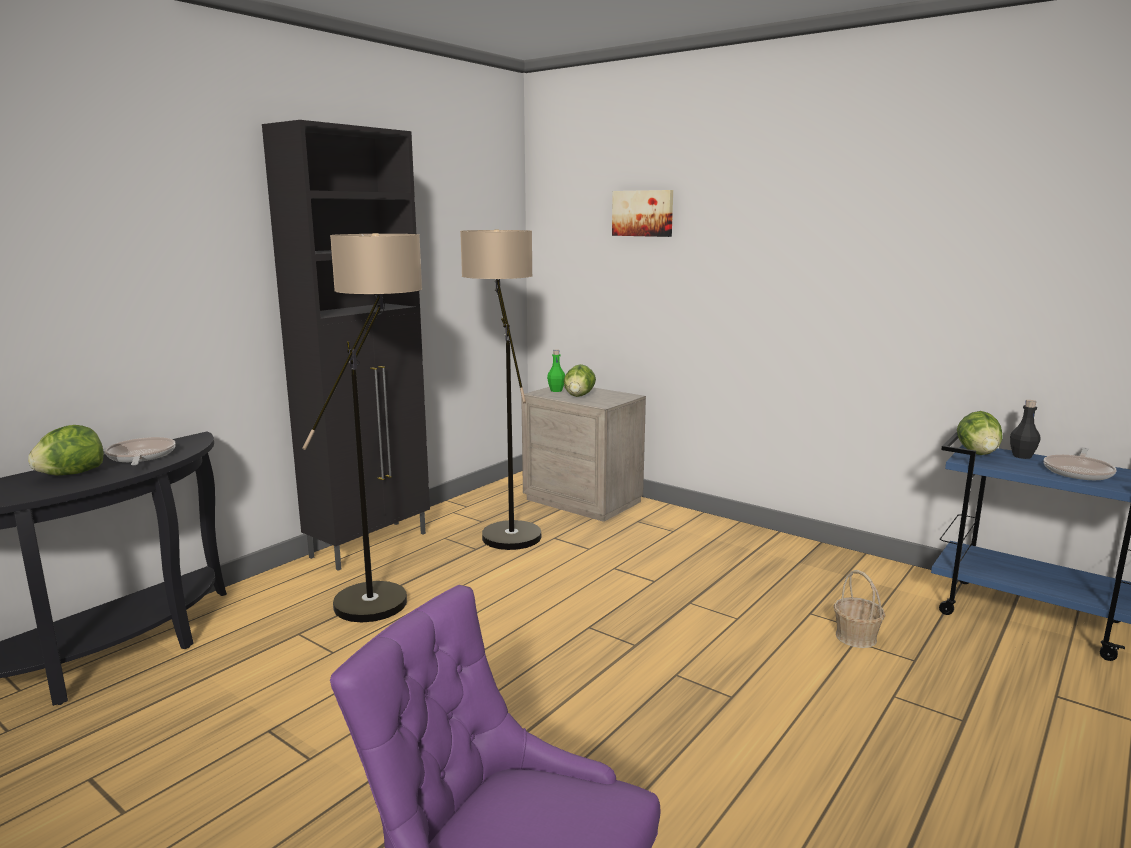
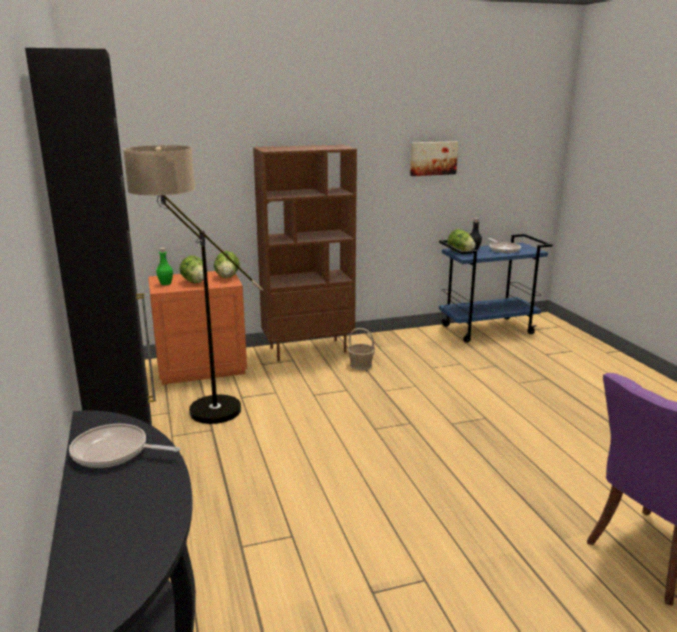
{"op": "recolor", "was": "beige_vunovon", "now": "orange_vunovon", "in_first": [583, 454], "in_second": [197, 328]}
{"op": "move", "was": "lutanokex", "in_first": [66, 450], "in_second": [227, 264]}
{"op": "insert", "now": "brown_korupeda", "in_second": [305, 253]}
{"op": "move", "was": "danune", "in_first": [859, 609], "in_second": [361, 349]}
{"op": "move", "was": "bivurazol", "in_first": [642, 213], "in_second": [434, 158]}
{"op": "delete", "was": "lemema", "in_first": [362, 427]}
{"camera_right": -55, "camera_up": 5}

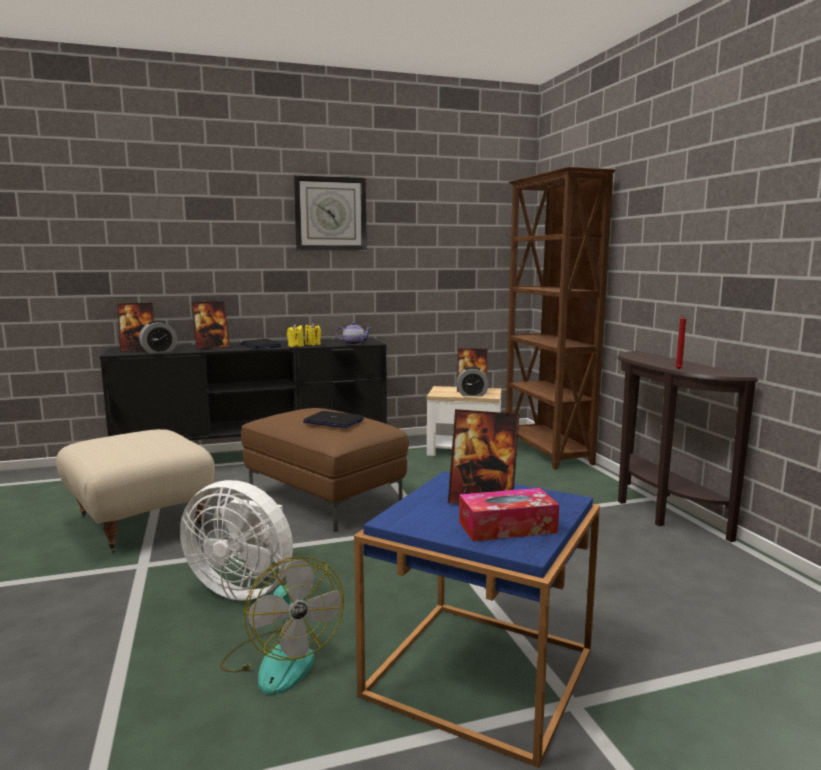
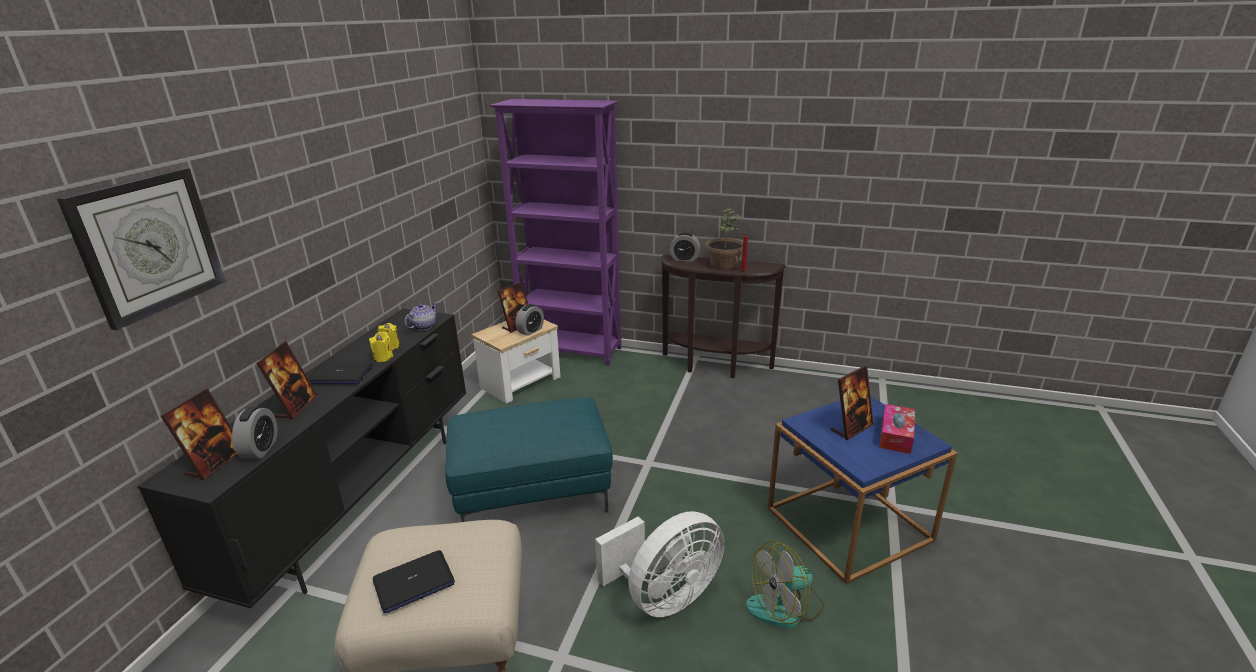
{"op": "move", "was": "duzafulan", "in_first": [330, 212], "in_second": [141, 249]}
{"op": "move", "was": "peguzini", "in_first": [333, 419], "in_second": [414, 581]}
{"op": "recolor", "was": "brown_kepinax", "now": "turquoise_kepinax", "in_first": [325, 470], "in_second": [529, 459]}
{"op": "recolor", "was": "brown_korupeda", "now": "purple_korupeda", "in_first": [561, 318], "in_second": [555, 232]}
{"op": "insert", "now": "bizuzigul", "in_second": [685, 247]}
{"op": "insert", "now": "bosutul", "in_second": [724, 238]}
{"op": "rotate", "was": "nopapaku", "in_first": [282, 625], "in_second": [785, 584], "clockwise": 150}
{"camera_right": -55, "camera_up": 15}

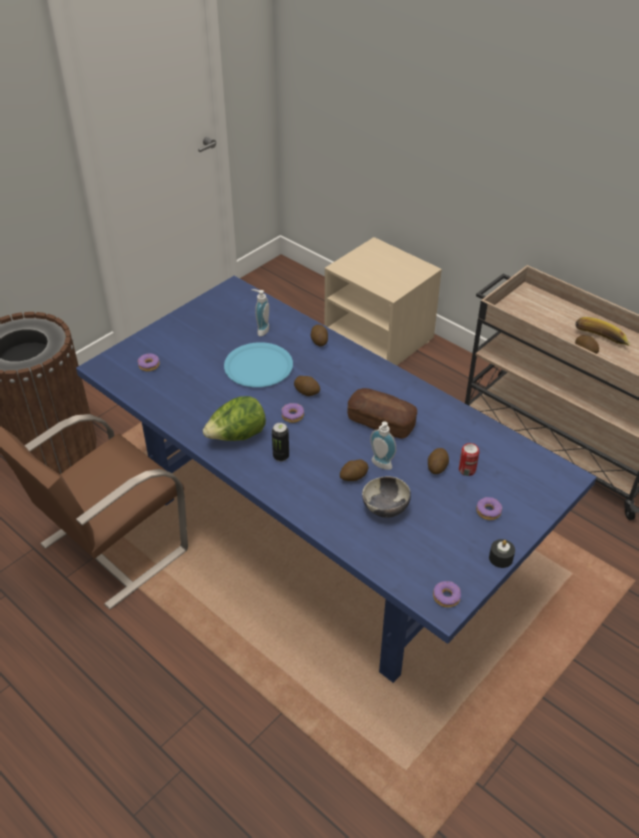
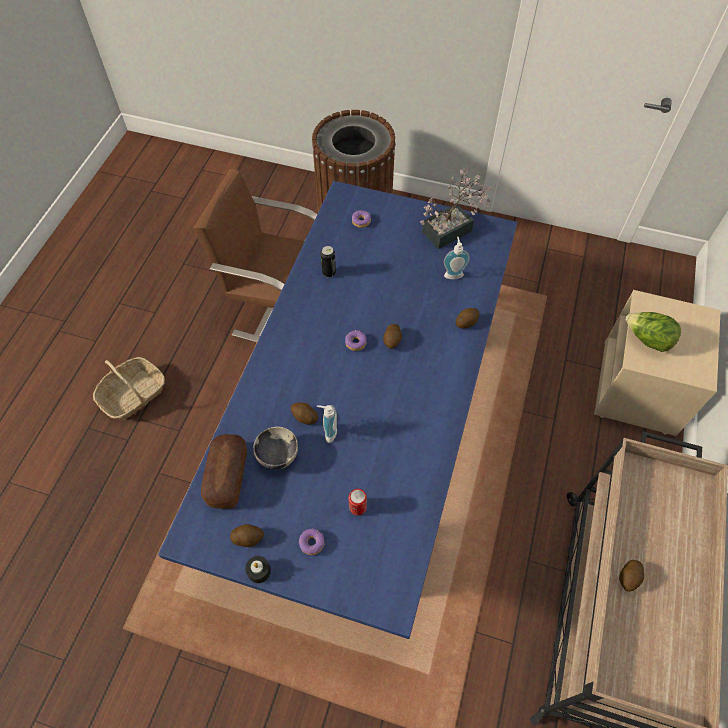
{"op": "insert", "now": "danune", "in_second": [129, 388]}
{"op": "move", "was": "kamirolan", "in_first": [382, 413], "in_second": [224, 471]}
{"op": "move", "was": "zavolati", "in_first": [438, 461], "in_second": [247, 535]}
{"op": "move", "was": "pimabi", "in_first": [280, 442], "in_second": [328, 262]}
{"op": "insert", "now": "bosutul", "in_second": [456, 208]}
{"op": "move", "was": "lutanokex", "in_first": [234, 418], "in_second": [653, 332]}
{"op": "delete", "was": "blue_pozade", "in_first": [258, 364]}
{"op": "delete", "was": "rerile", "in_first": [447, 594]}
{"op": "delete", "was": "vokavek", "in_first": [603, 331]}
{"camera_right": 65, "camera_up": 15}

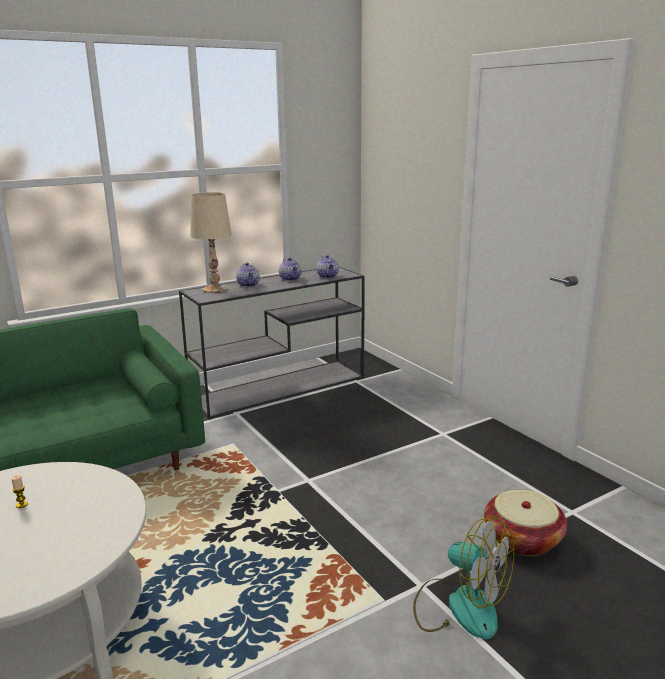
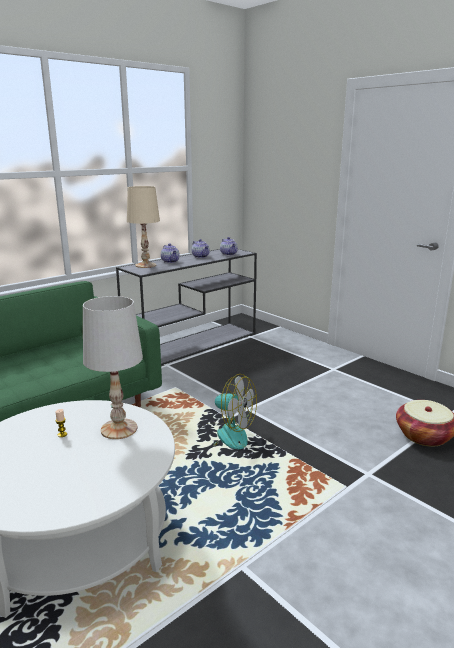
{"op": "insert", "now": "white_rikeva", "in_second": [113, 367]}
{"op": "move", "was": "nopapaku", "in_first": [463, 577], "in_second": [232, 411]}
{"camera_right": -10, "camera_up": 0}

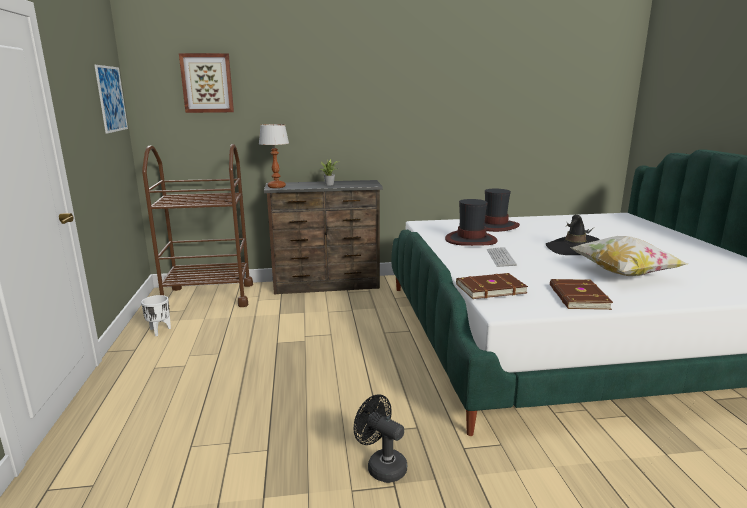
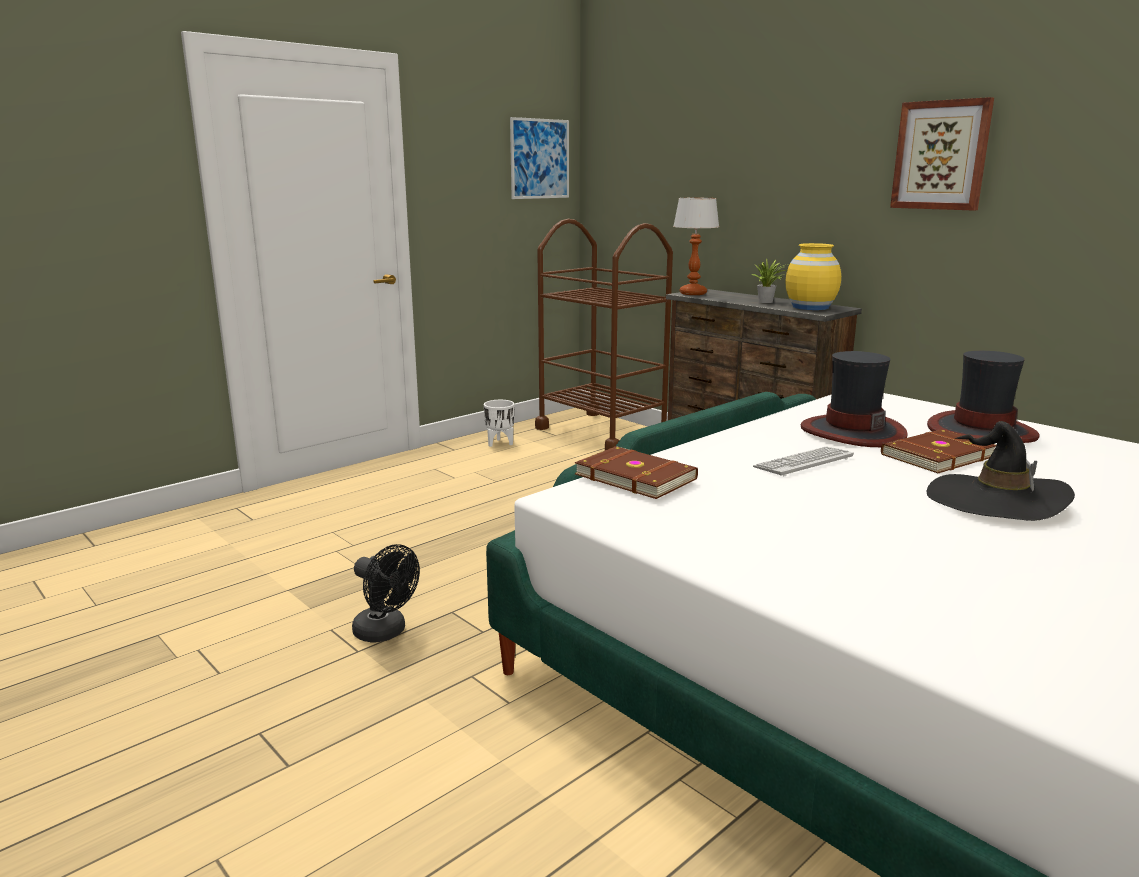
{"op": "rotate", "was": "black_nopapaku", "in_first": [380, 438], "in_second": [386, 593], "clockwise": 120}
{"op": "insert", "now": "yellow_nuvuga", "in_second": [813, 276]}
{"op": "move", "was": "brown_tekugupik", "in_first": [581, 294], "in_second": [938, 451]}
{"op": "move", "was": "bivurazol", "in_first": [206, 83], "in_second": [942, 154]}
{"op": "delete", "was": "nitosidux", "in_first": [629, 256]}
{"camera_right": 55, "camera_up": 0}

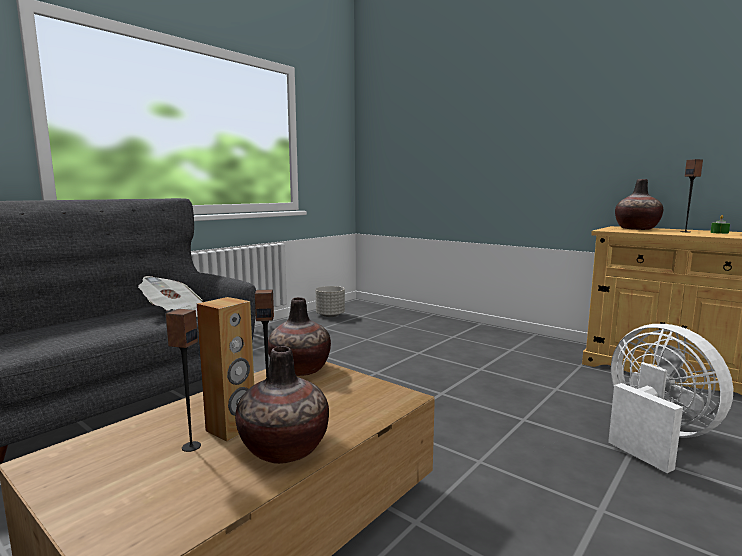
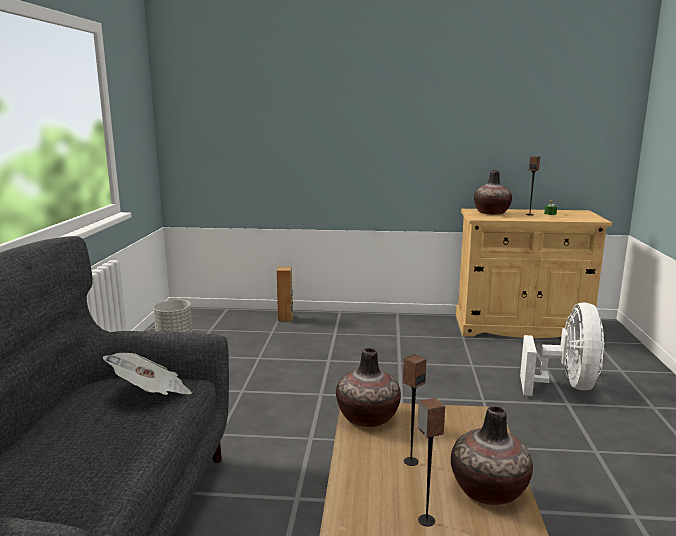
{"op": "move", "was": "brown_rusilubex", "in_first": [225, 369], "in_second": [285, 294]}
{"op": "rotate", "was": "white_nopapaku", "in_first": [670, 398], "in_second": [562, 349], "clockwise": 75}
{"camera_right": -35, "camera_up": 5}

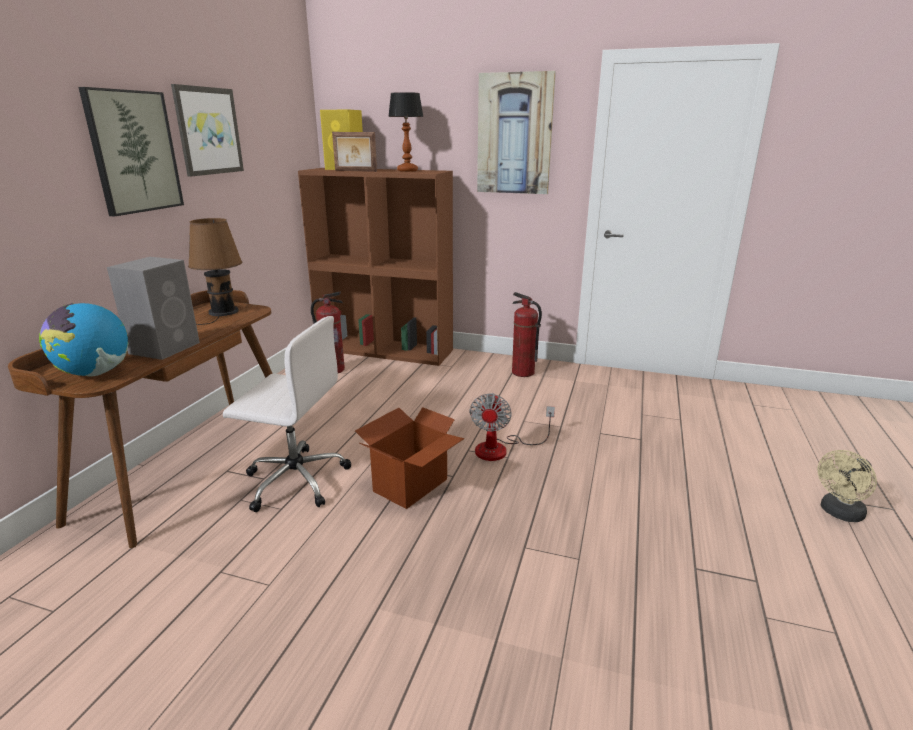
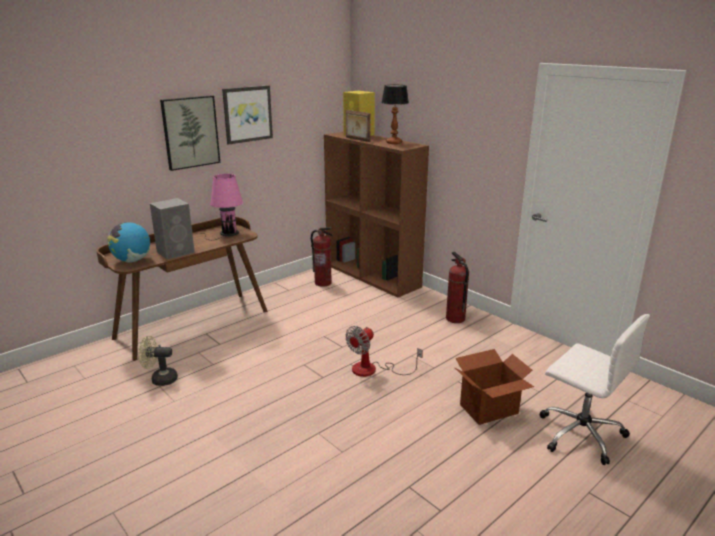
{"op": "move", "was": "beige_nopapaku", "in_first": [847, 486], "in_second": [158, 361]}
{"op": "recolor", "was": "brown_rikeva", "now": "pink_rikeva", "in_first": [215, 271], "in_second": [221, 207]}
{"op": "move", "was": "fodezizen", "in_first": [409, 458], "in_second": [494, 387]}
{"op": "move", "was": "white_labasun", "in_first": [287, 414], "in_second": [595, 389]}
{"op": "delete", "was": "bivurazol", "in_first": [516, 132]}
{"camera_right": 30, "camera_up": 0}

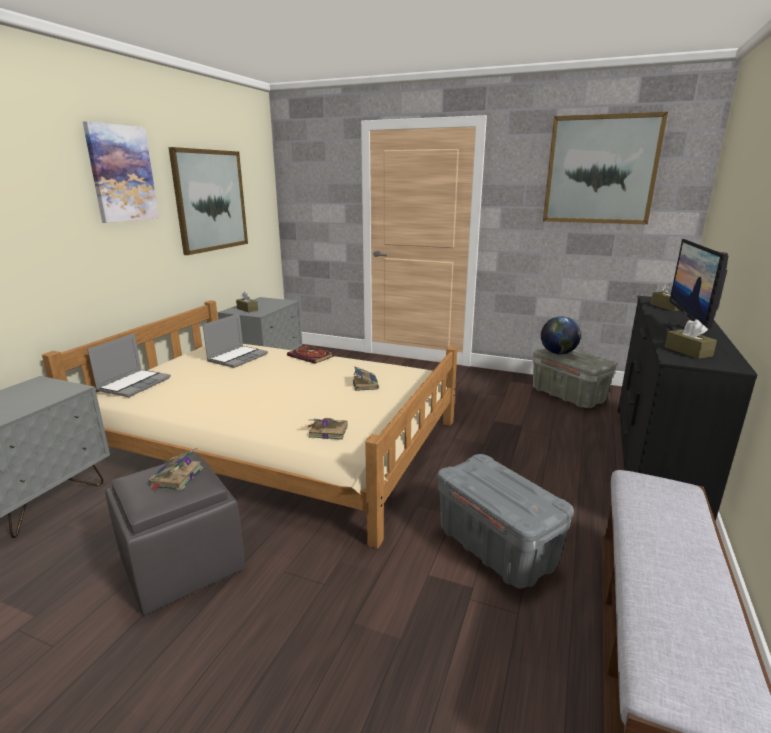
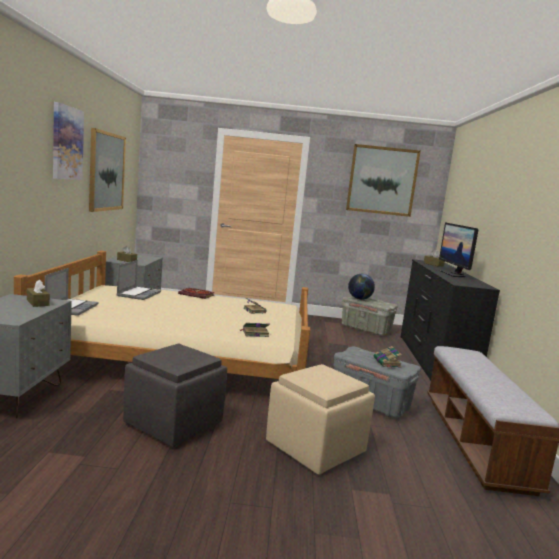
{"op": "move", "was": "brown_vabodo", "in_first": [691, 339], "in_second": [38, 293]}
{"op": "insert", "now": "beige_kepinax", "in_second": [320, 419]}
{"op": "move", "was": "tekugupik", "in_first": [175, 469], "in_second": [388, 357]}
{"camera_right": -20, "camera_up": -10}

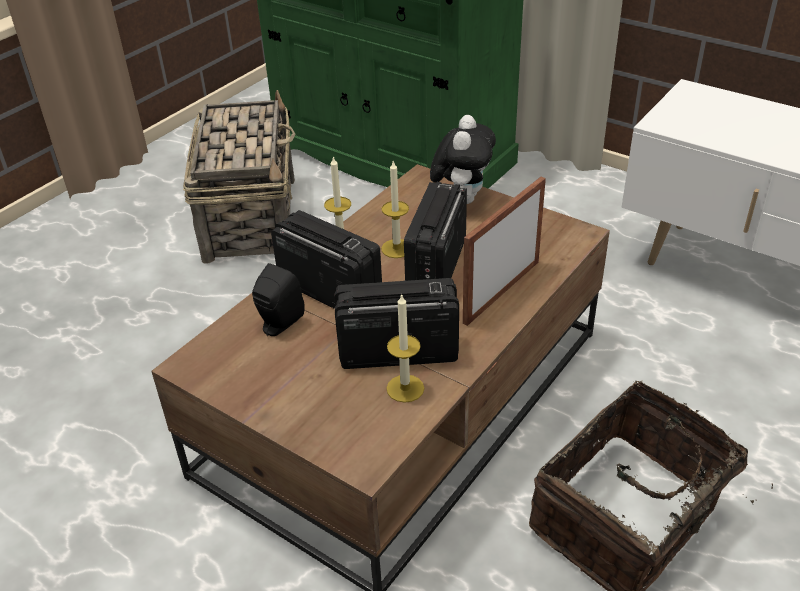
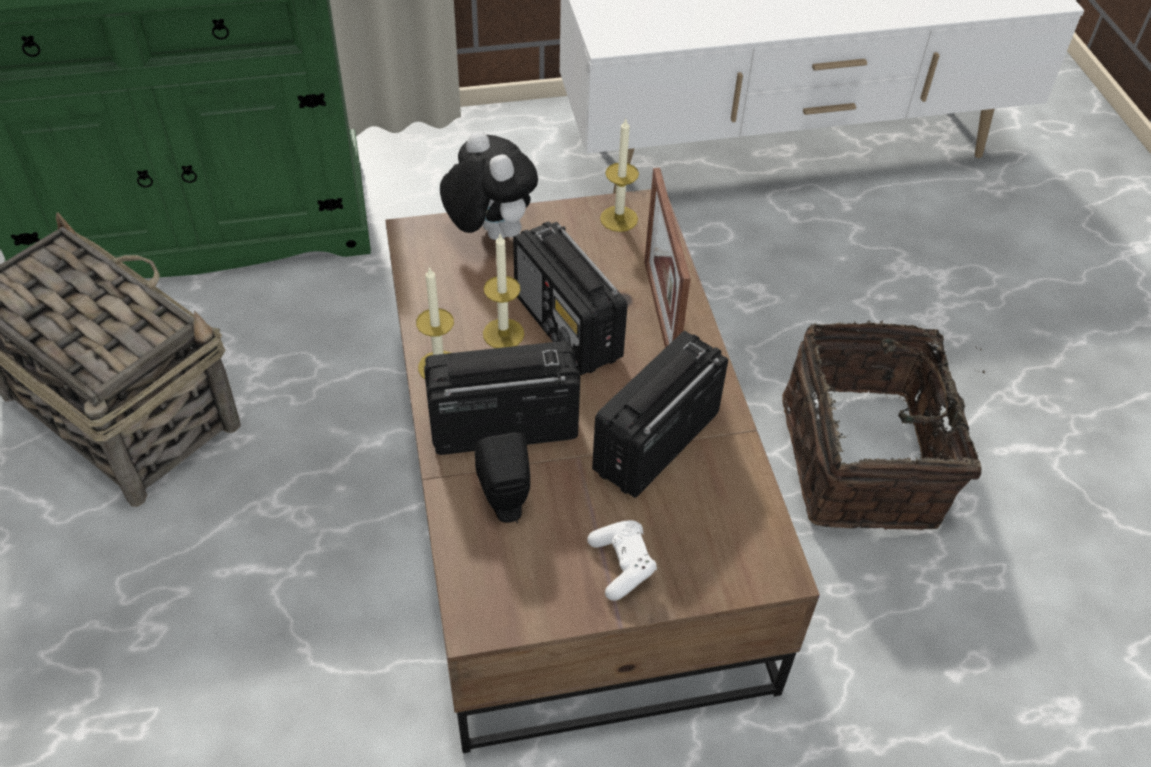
{"op": "insert", "now": "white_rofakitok", "in_second": [622, 560]}
{"op": "move", "was": "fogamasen", "in_first": [405, 348], "in_second": [619, 175]}
{"camera_right": -50, "camera_up": 10}

